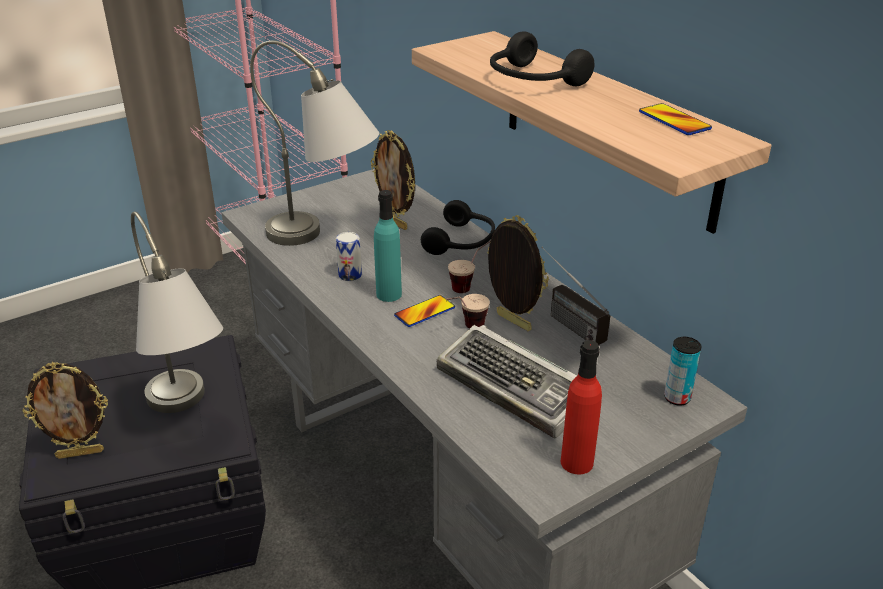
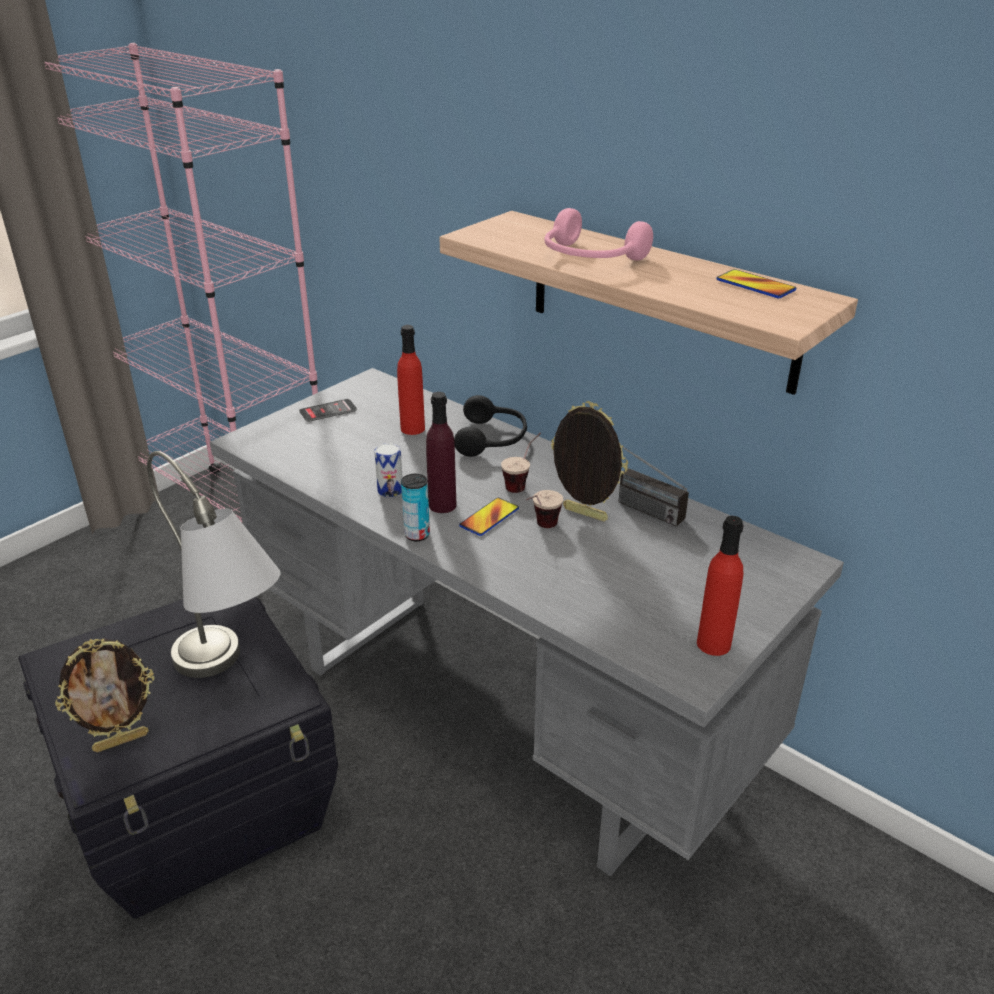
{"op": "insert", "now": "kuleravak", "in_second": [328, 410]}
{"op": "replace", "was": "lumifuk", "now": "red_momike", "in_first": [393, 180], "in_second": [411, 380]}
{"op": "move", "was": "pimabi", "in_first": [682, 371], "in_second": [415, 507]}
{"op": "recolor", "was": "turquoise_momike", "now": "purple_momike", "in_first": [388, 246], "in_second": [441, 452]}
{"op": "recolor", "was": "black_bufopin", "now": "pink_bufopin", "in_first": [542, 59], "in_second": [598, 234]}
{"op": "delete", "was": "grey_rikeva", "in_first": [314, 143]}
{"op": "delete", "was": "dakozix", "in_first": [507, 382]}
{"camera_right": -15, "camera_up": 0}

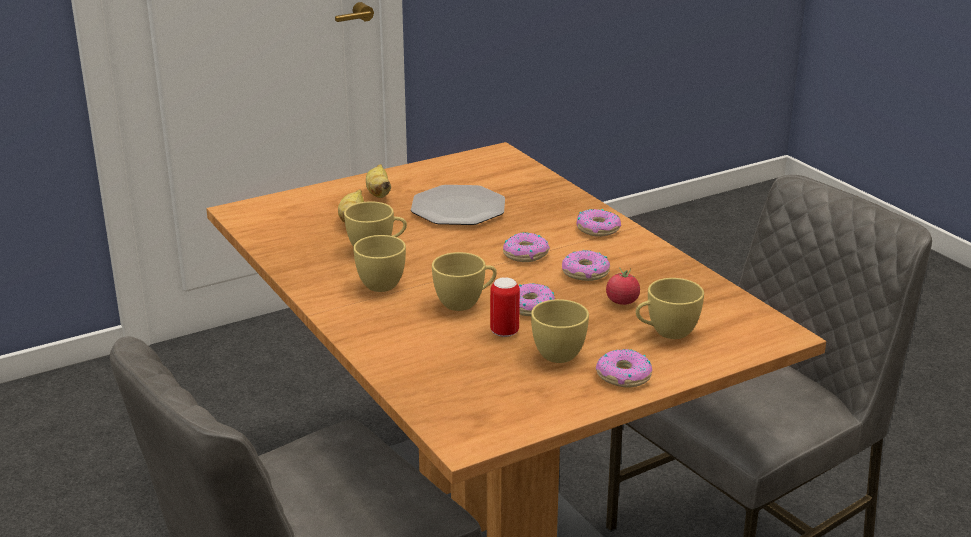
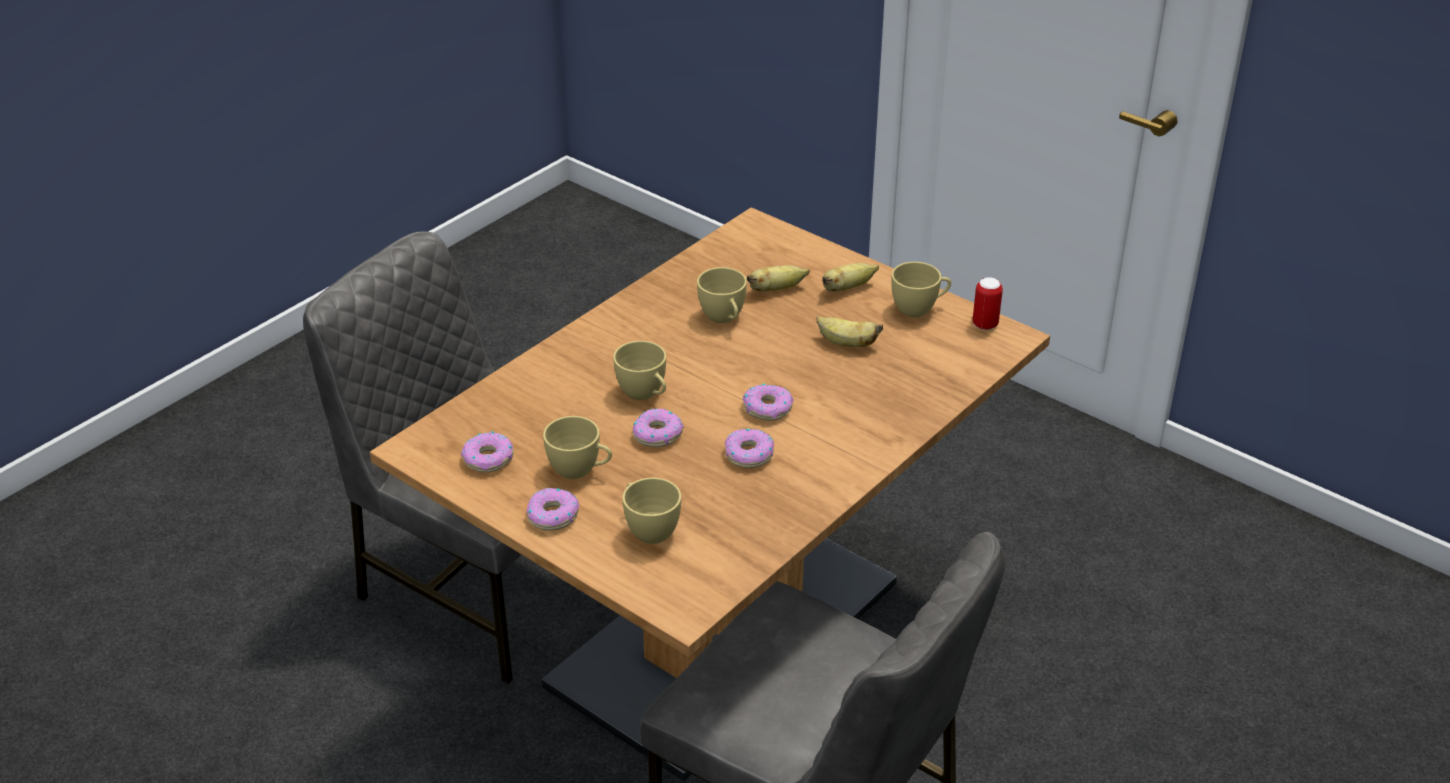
{"op": "move", "was": "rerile", "in_first": [599, 223], "in_second": [487, 451]}
{"op": "replace", "was": "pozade", "now": "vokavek", "in_first": [458, 205], "in_second": [849, 331]}
{"op": "move", "was": "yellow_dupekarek", "in_first": [379, 263], "in_second": [921, 289]}
{"op": "move", "was": "pimabi", "in_first": [505, 307], "in_second": [988, 303]}
{"op": "delete", "was": "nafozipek", "in_first": [623, 286]}
{"camera_right": 70, "camera_up": 10}

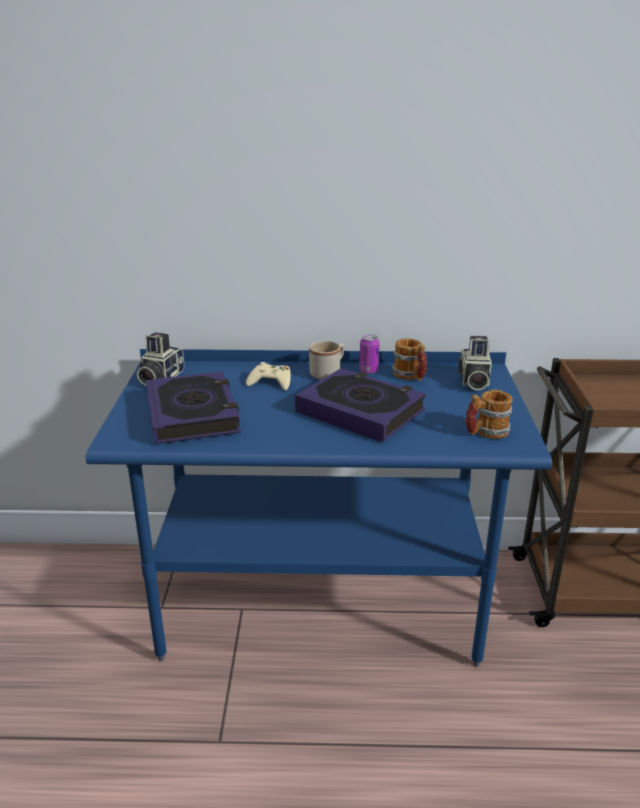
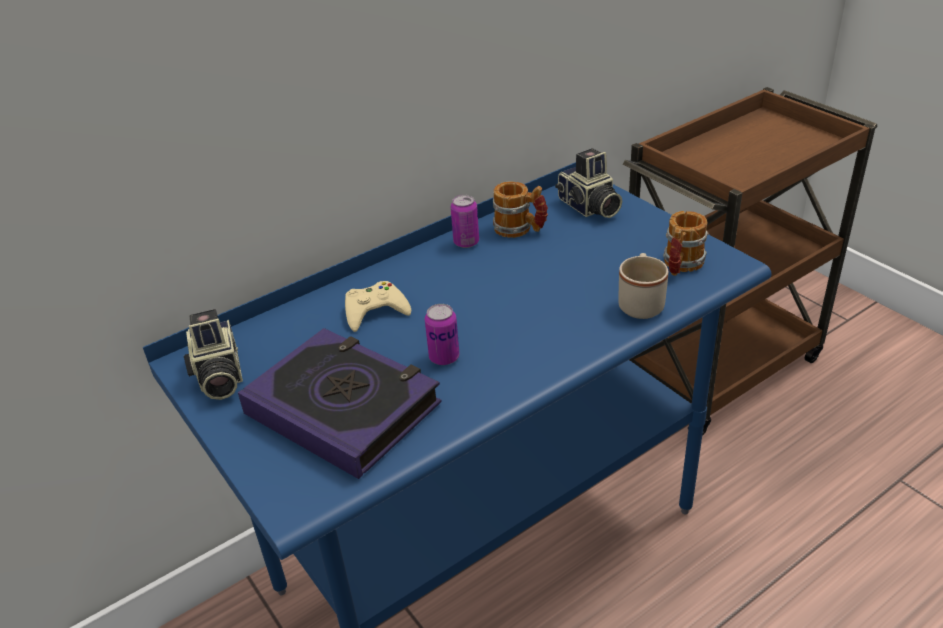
{"op": "insert", "now": "pimabi", "in_second": [442, 334]}
{"op": "move", "was": "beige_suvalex", "in_first": [326, 360], "in_second": [643, 286]}
{"op": "delete", "was": "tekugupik", "in_first": [361, 405]}
{"camera_right": -35, "camera_up": 10}

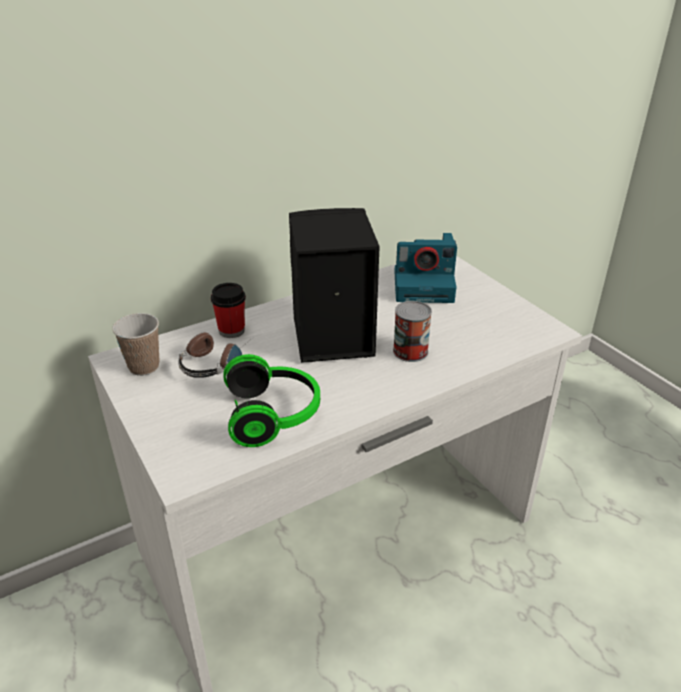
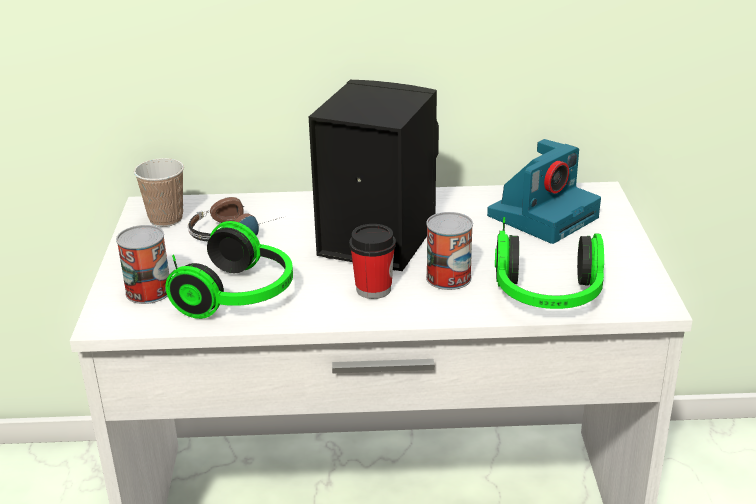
{"op": "insert", "now": "pimabi", "in_second": [142, 264]}
{"op": "move", "was": "dupekarek", "in_first": [228, 310], "in_second": [372, 261]}
{"op": "rotate", "was": "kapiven", "in_first": [425, 268], "in_second": [544, 191], "clockwise": -75}
{"op": "insert", "now": "bufopin", "in_second": [549, 263]}
{"camera_right": 30, "camera_up": -5}

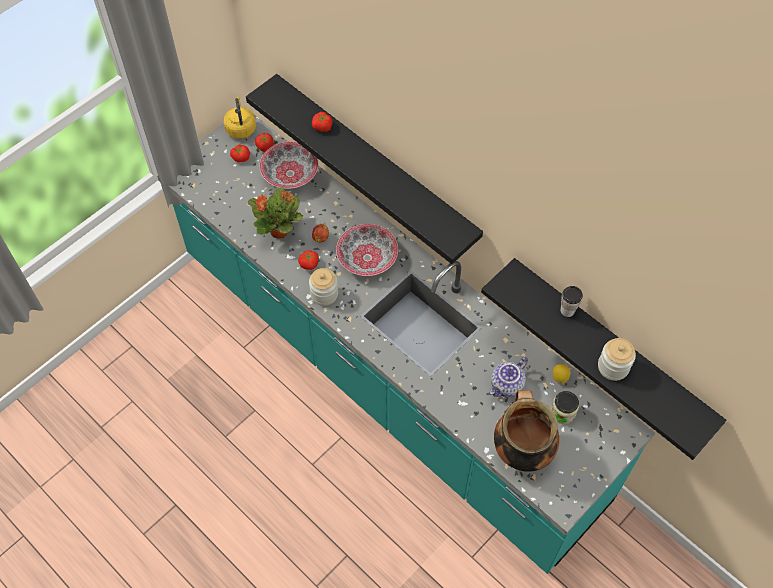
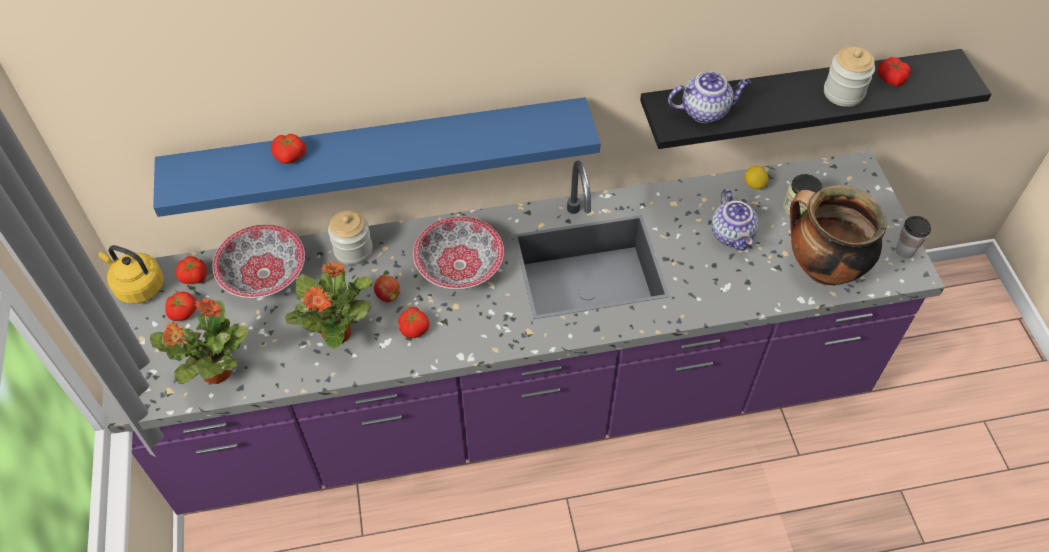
{"op": "recolor", "was": "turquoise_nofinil", "now": "purple_nofinil", "in_first": [406, 344], "in_second": [523, 333]}
{"op": "insert", "now": "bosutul", "in_second": [199, 341]}
{"op": "recolor", "was": "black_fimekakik", "now": "blue_fimekakik", "in_first": [364, 169], "in_second": [377, 157]}
{"op": "move", "was": "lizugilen", "in_first": [323, 287], "in_second": [350, 237]}
{"op": "insert", "now": "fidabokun", "in_second": [709, 97]}
{"op": "insert", "now": "nafozipek", "in_second": [894, 71]}
{"op": "move", "was": "dupekarek", "in_first": [572, 301], "in_second": [913, 237]}
{"camera_right": -55, "camera_up": -5}

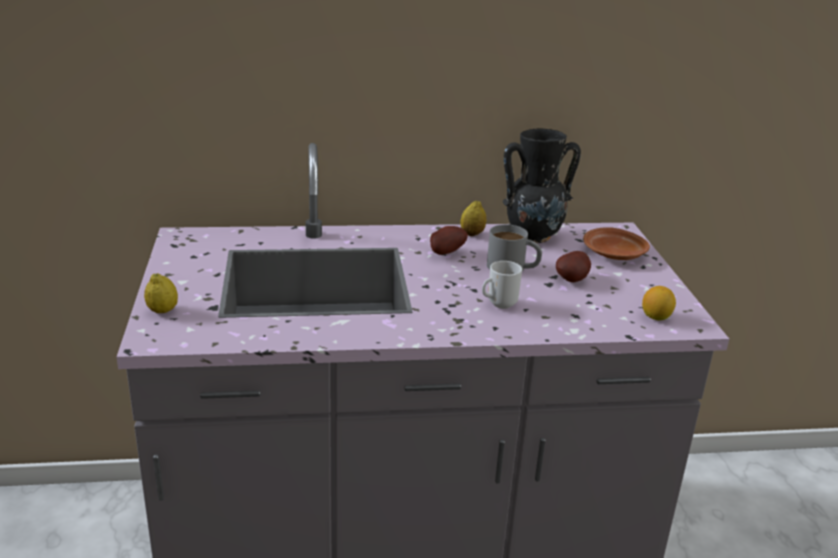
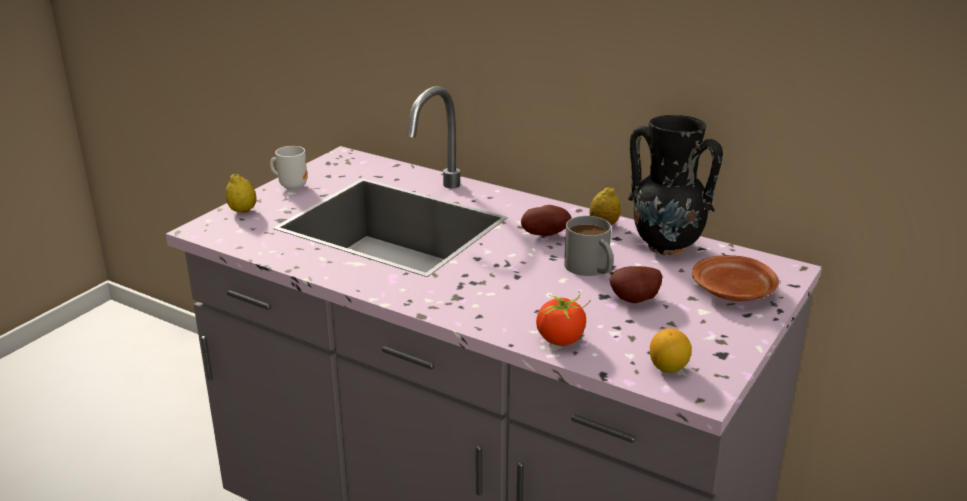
{"op": "move", "was": "suvalex", "in_first": [502, 285], "in_second": [288, 168]}
{"op": "insert", "now": "nafozipek", "in_second": [563, 318]}
{"camera_right": 40, "camera_up": 0}

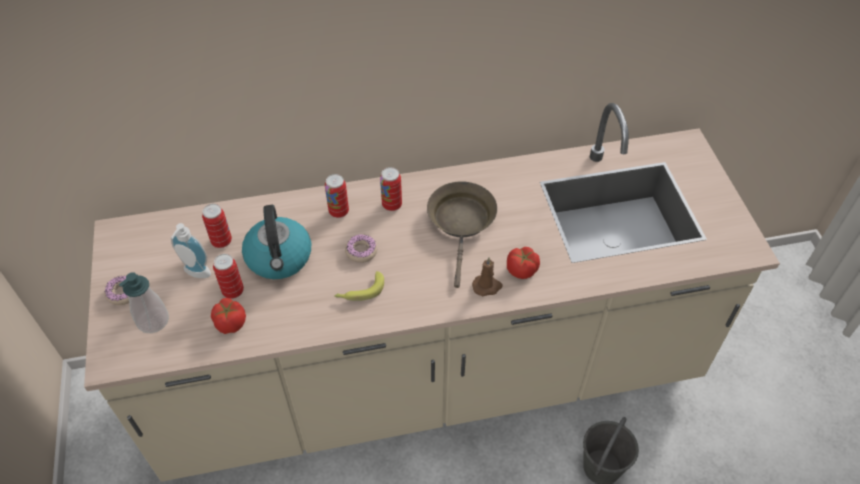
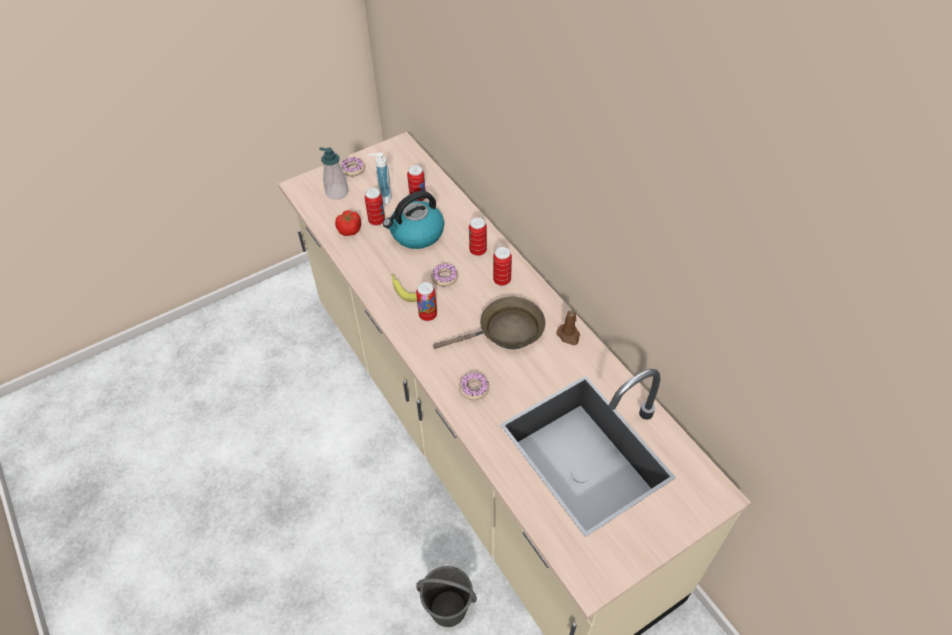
{"op": "insert", "now": "pimabi", "in_second": [426, 301]}
{"op": "replace", "was": "nafozipek", "now": "rerile", "in_first": [523, 263], "in_second": [474, 386]}
{"op": "move", "was": "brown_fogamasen", "in_first": [487, 276], "in_second": [568, 326]}
{"camera_right": 70, "camera_up": 0}

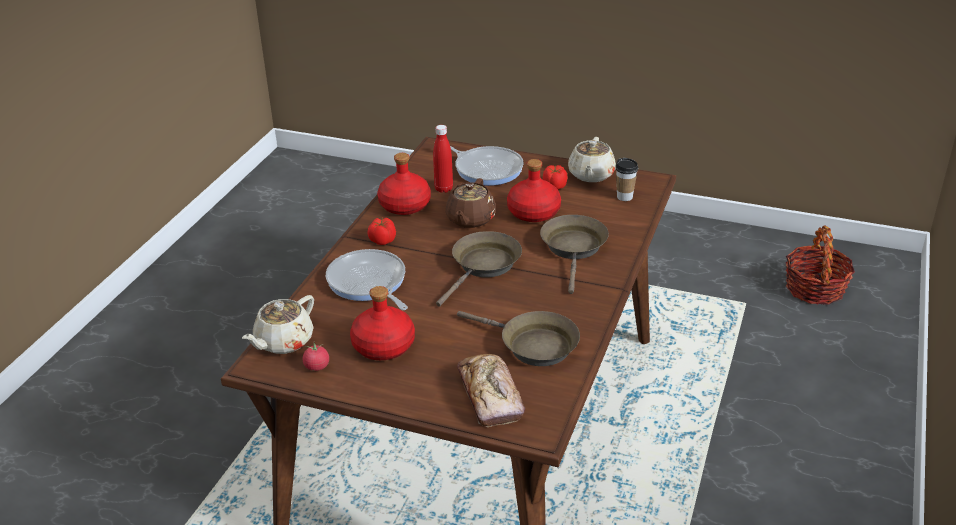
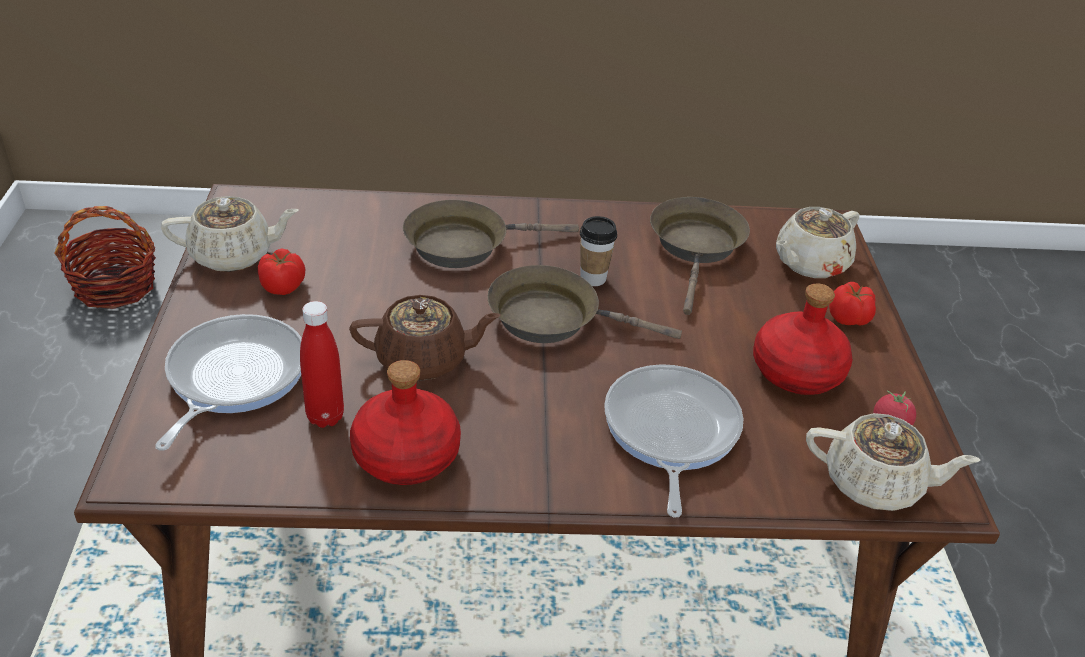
{"op": "move", "was": "dupekarek", "in_first": [626, 179], "in_second": [598, 251]}
{"op": "rotate", "was": "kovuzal", "in_first": [367, 279], "in_second": [673, 441], "clockwise": 150}
{"op": "replace", "was": "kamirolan", "now": "beige_fidabokun", "in_first": [491, 390], "in_second": [817, 242]}
{"op": "move", "was": "nafozipek", "in_first": [382, 231], "in_second": [852, 304]}
{"op": "delete", "was": "red_momike", "in_first": [534, 190]}
{"camera_right": -115, "camera_up": 5}

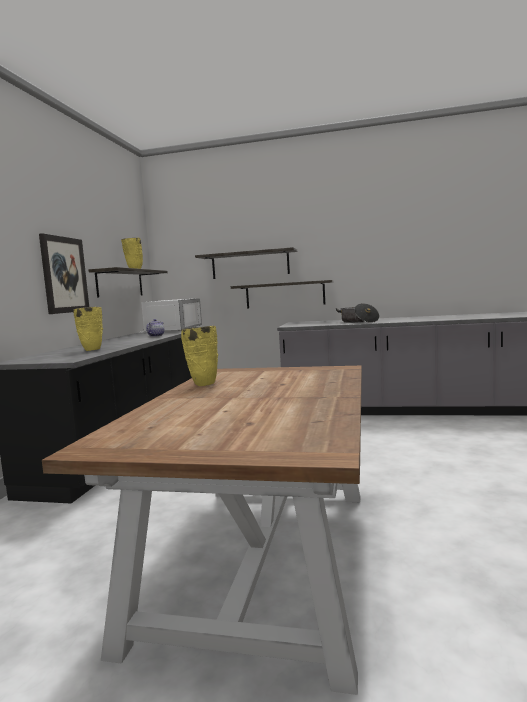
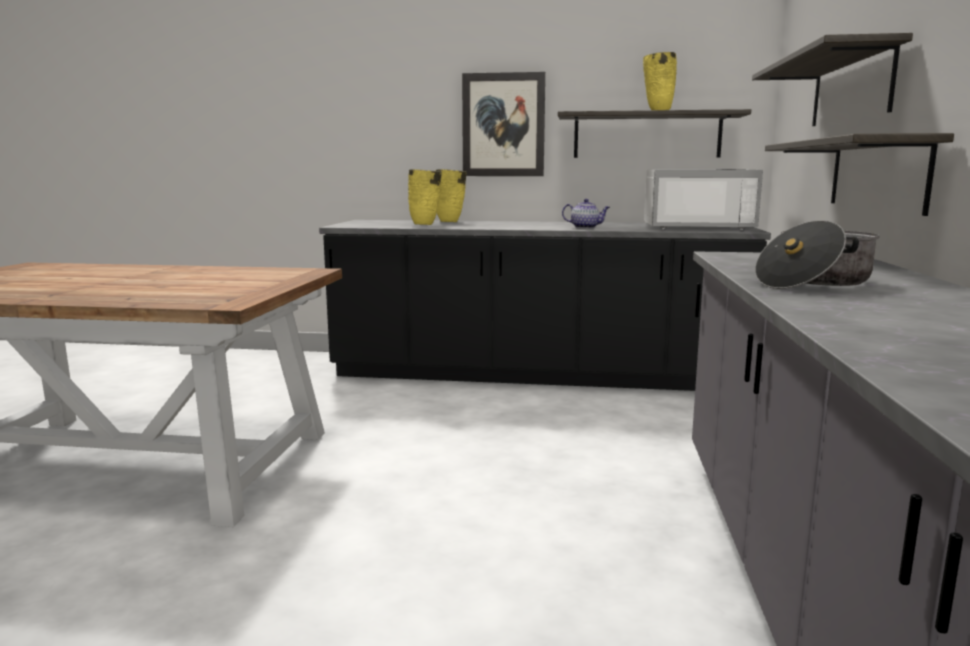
{"op": "move", "was": "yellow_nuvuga", "in_first": [199, 356], "in_second": [451, 195]}
{"camera_right": 85, "camera_up": 5}

